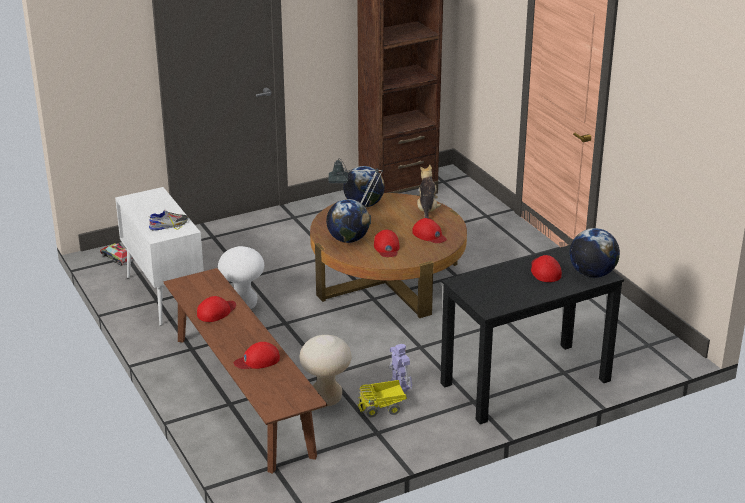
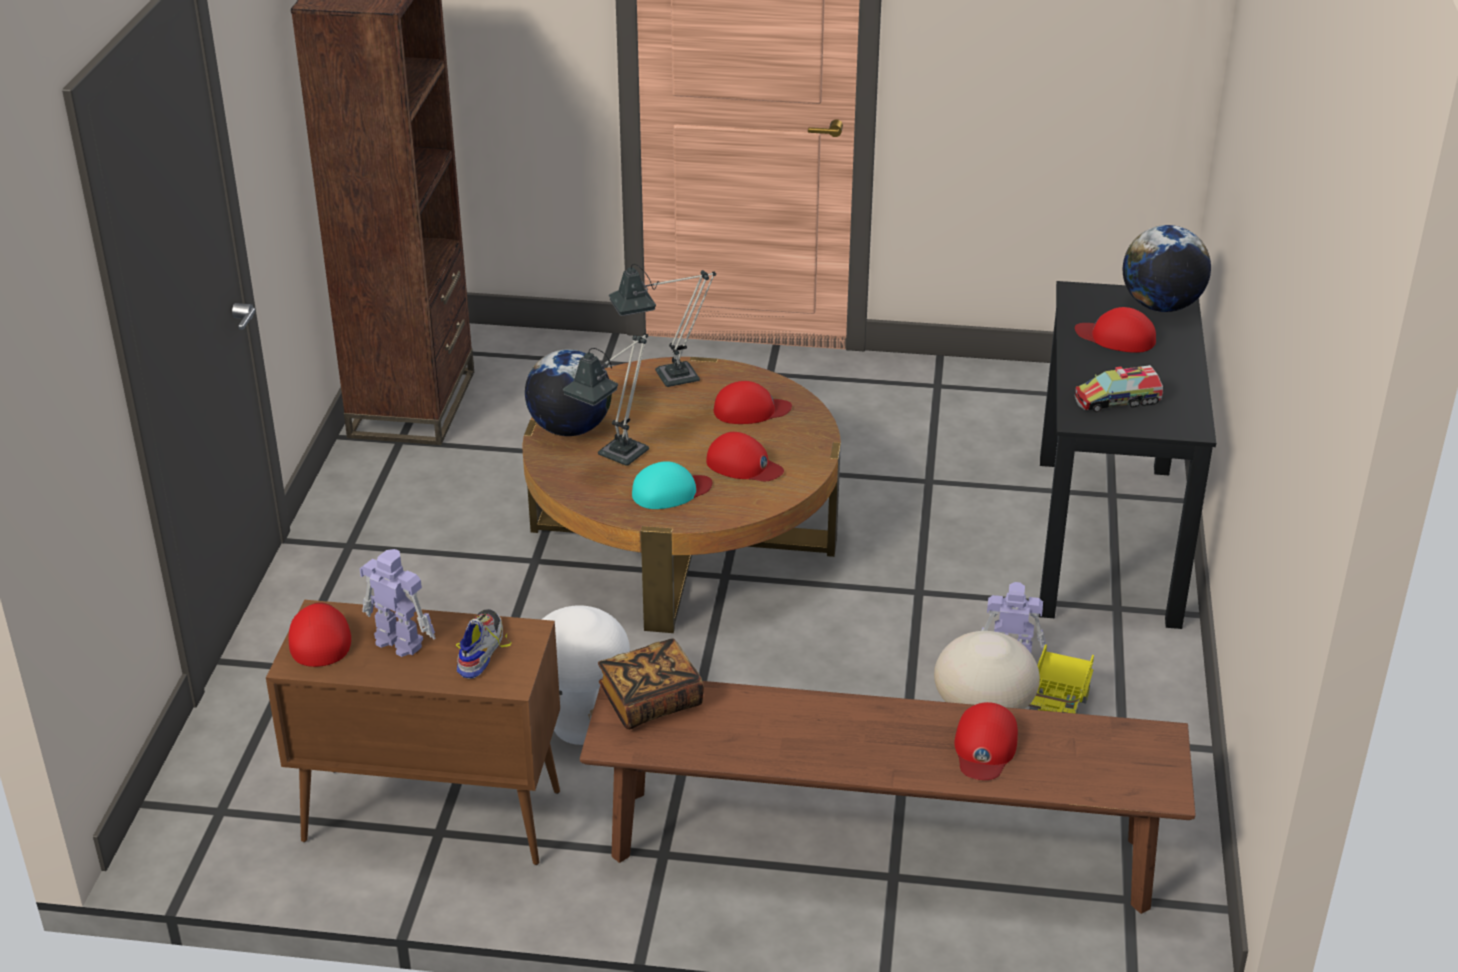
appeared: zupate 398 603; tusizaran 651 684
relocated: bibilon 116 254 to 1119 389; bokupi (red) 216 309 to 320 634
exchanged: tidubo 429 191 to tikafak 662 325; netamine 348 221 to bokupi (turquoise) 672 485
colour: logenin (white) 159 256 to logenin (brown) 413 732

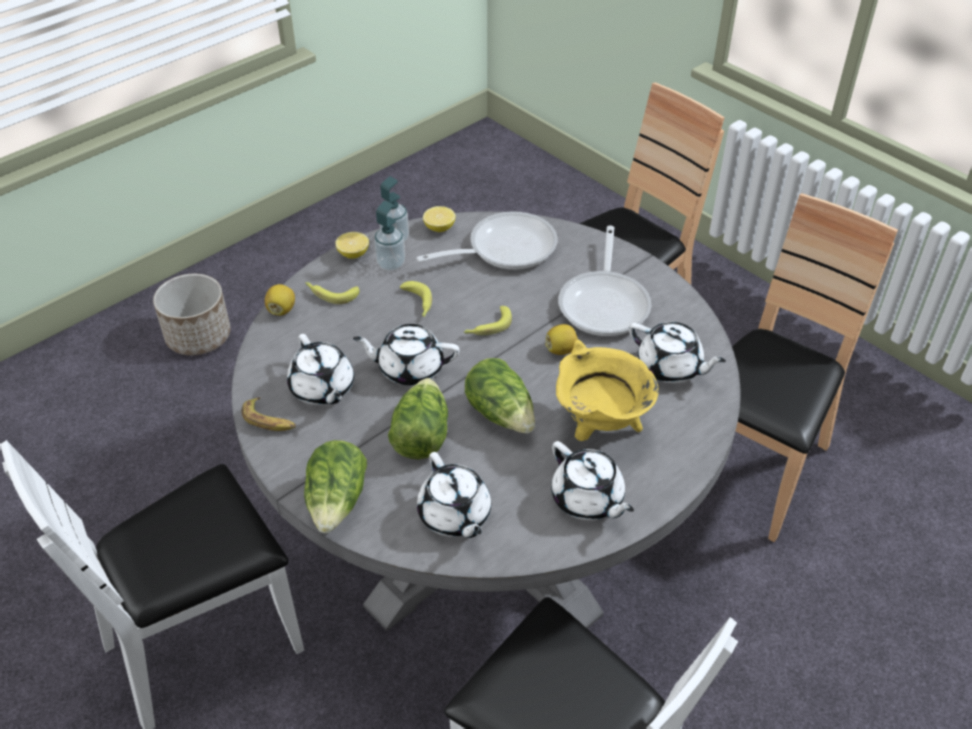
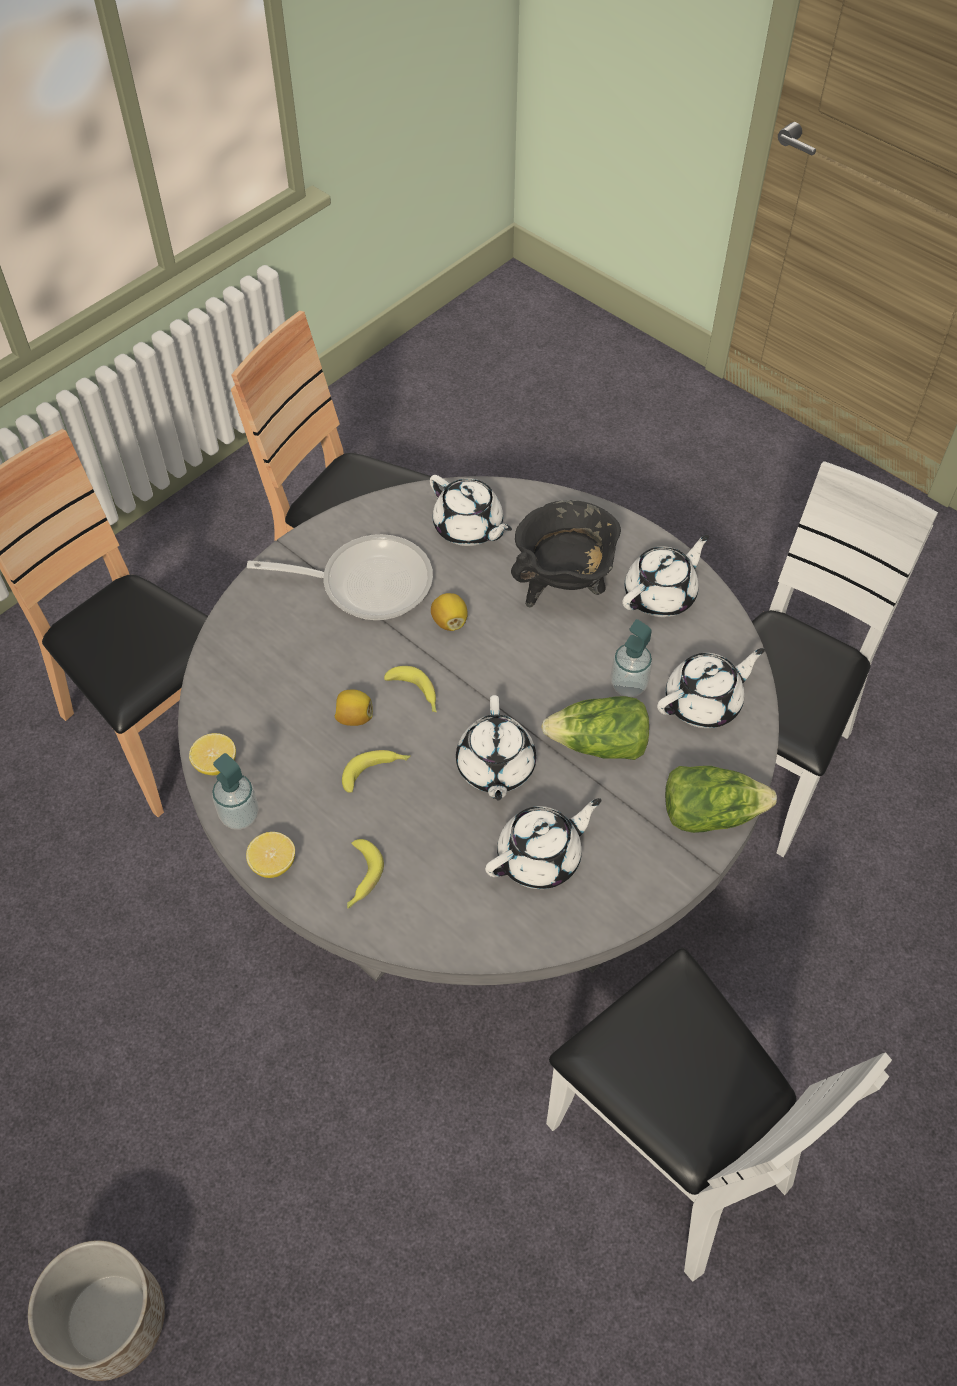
missing: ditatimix 487 240; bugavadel 500 396; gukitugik 269 414
relocated: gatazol 389 236 to 631 658; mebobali 280 300 to 354 707
colour: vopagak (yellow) 607 390 to vopagak (black) 566 554
spun: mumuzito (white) 677 352 = 471 510 105 degrees clockwise

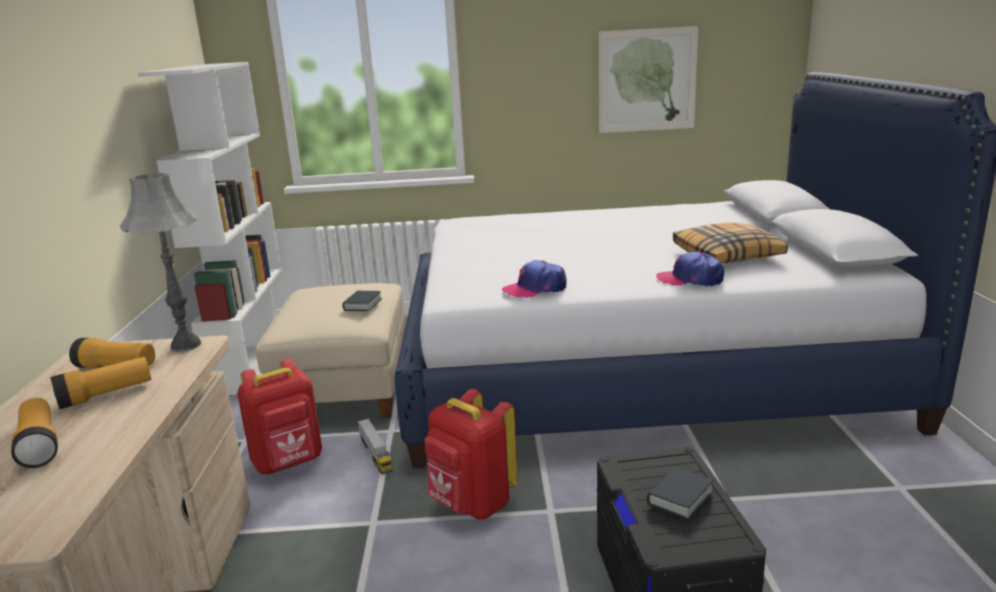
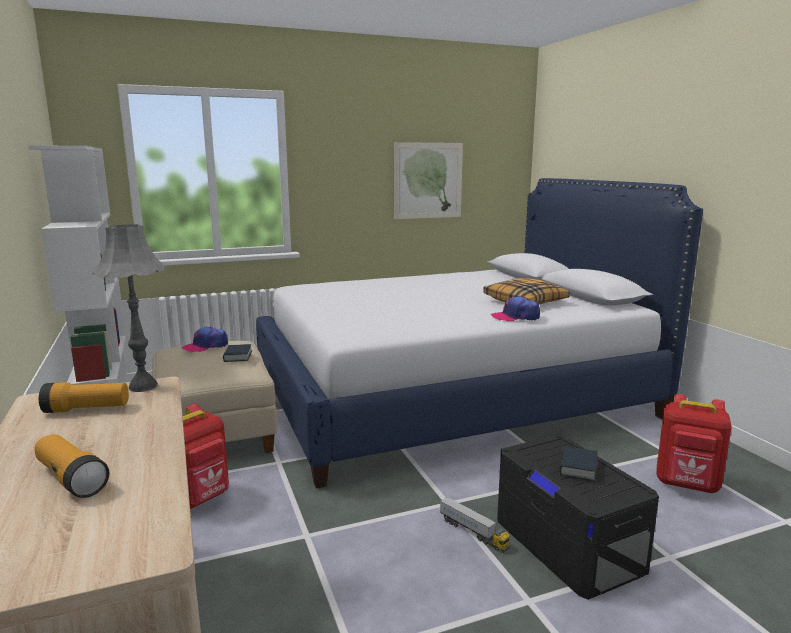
missing: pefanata 101 383
relocated: bokupi 534 279 to 204 339; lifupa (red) 471 454 to 694 443; bibilon 375 446 to 475 525

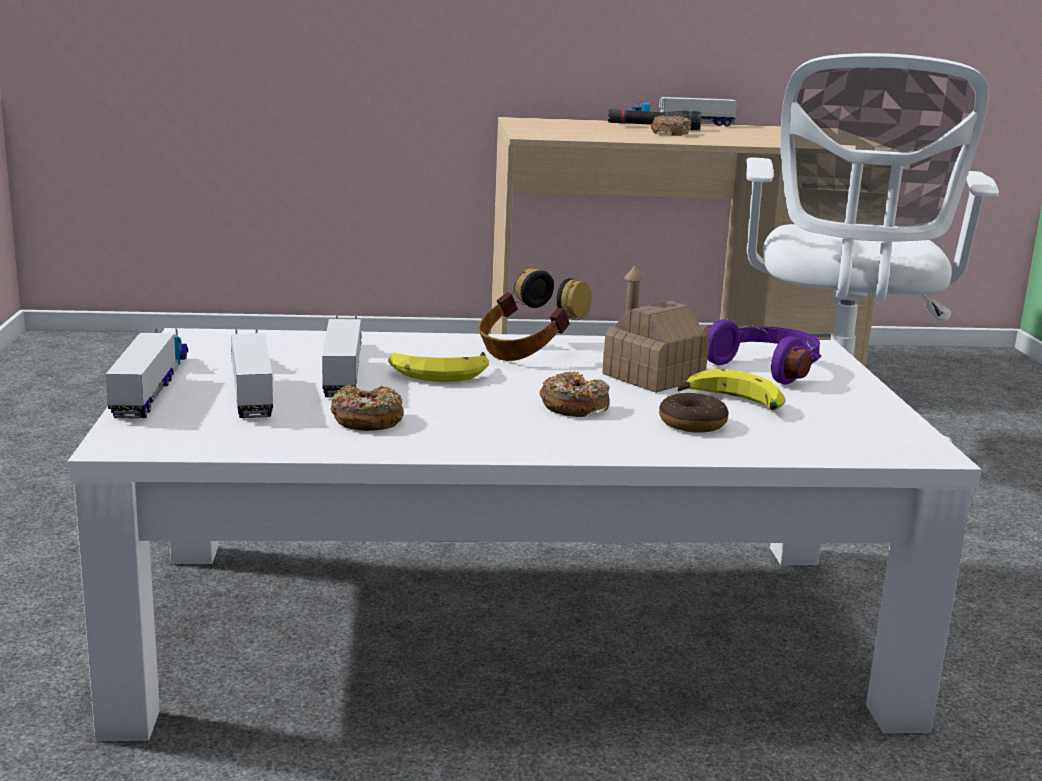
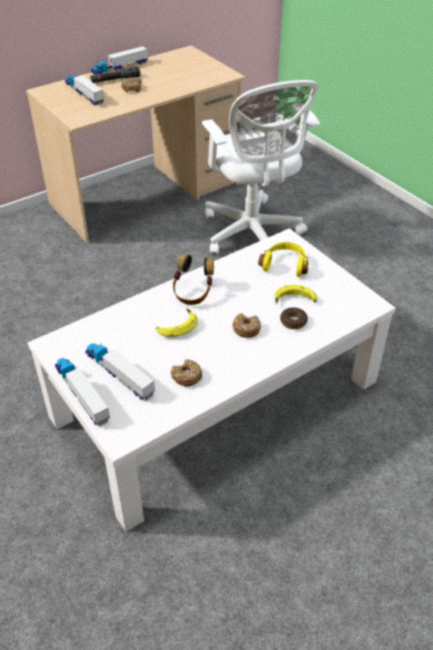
missing: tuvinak 655 329
relocated: bibilon 341 356 to 84 90
colour: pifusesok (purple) 762 352 to pifusesok (yellow) 283 259

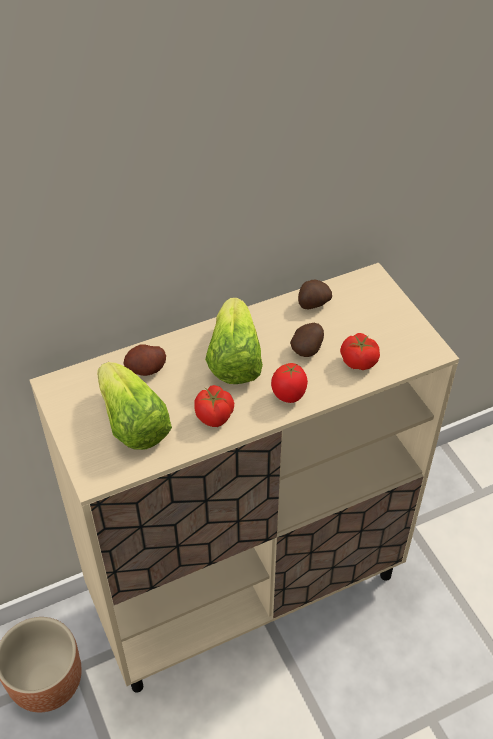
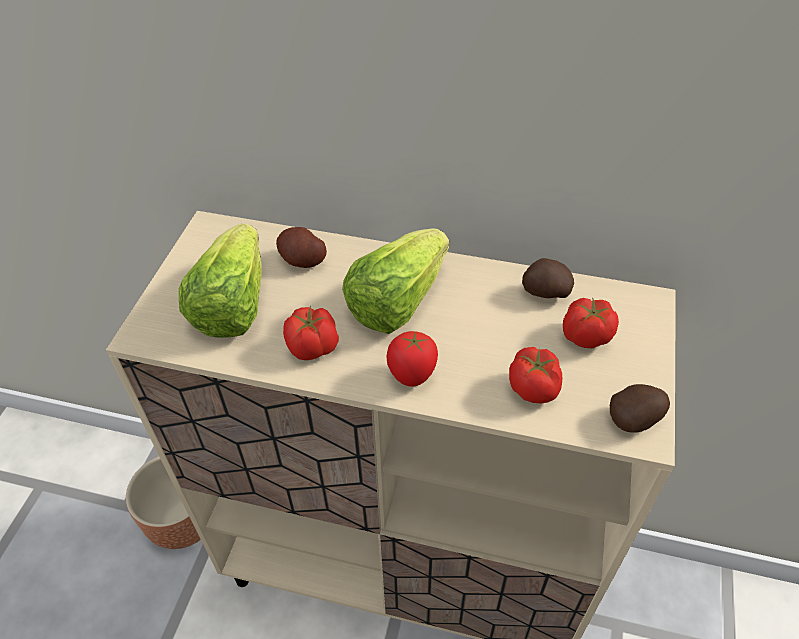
appeared: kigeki 591 322
relocated: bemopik 307 340 to 640 408

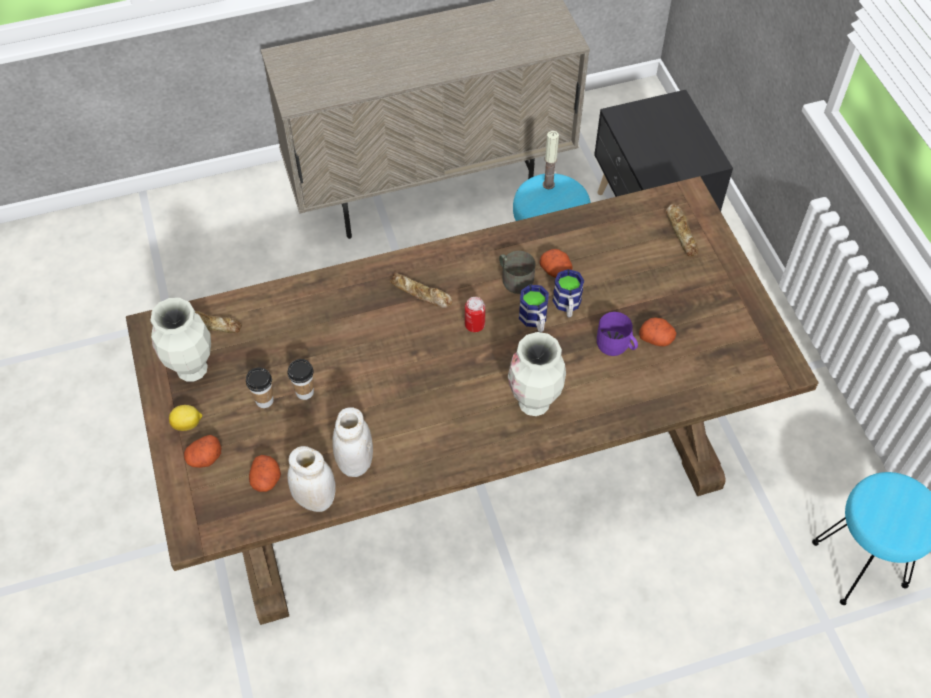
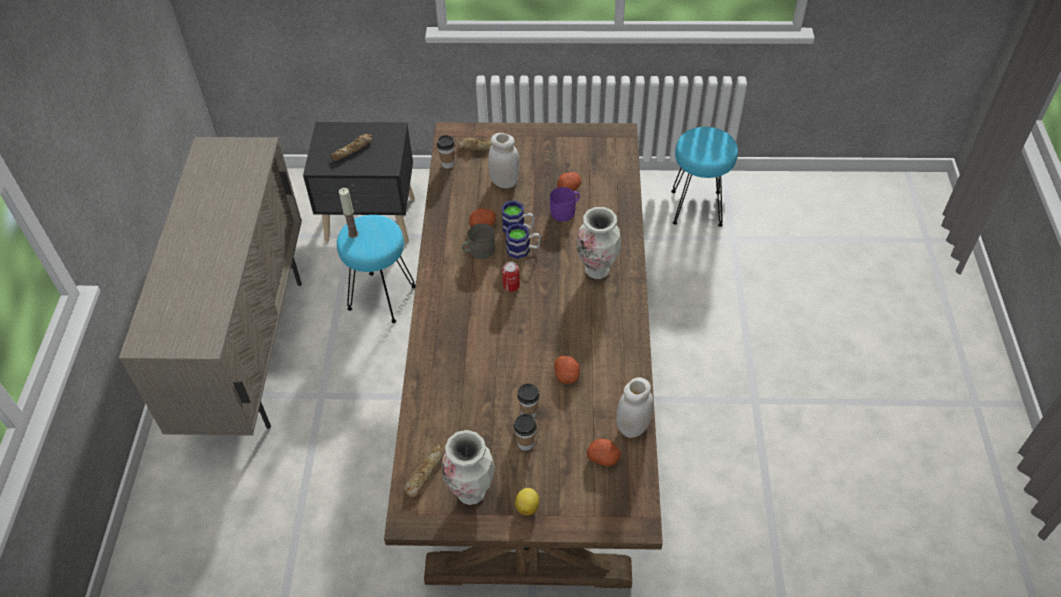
appeared: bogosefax 446 152
relocated: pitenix 421 290 to 351 147; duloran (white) 352 442 to 504 160; bemopik 202 451 to 567 370

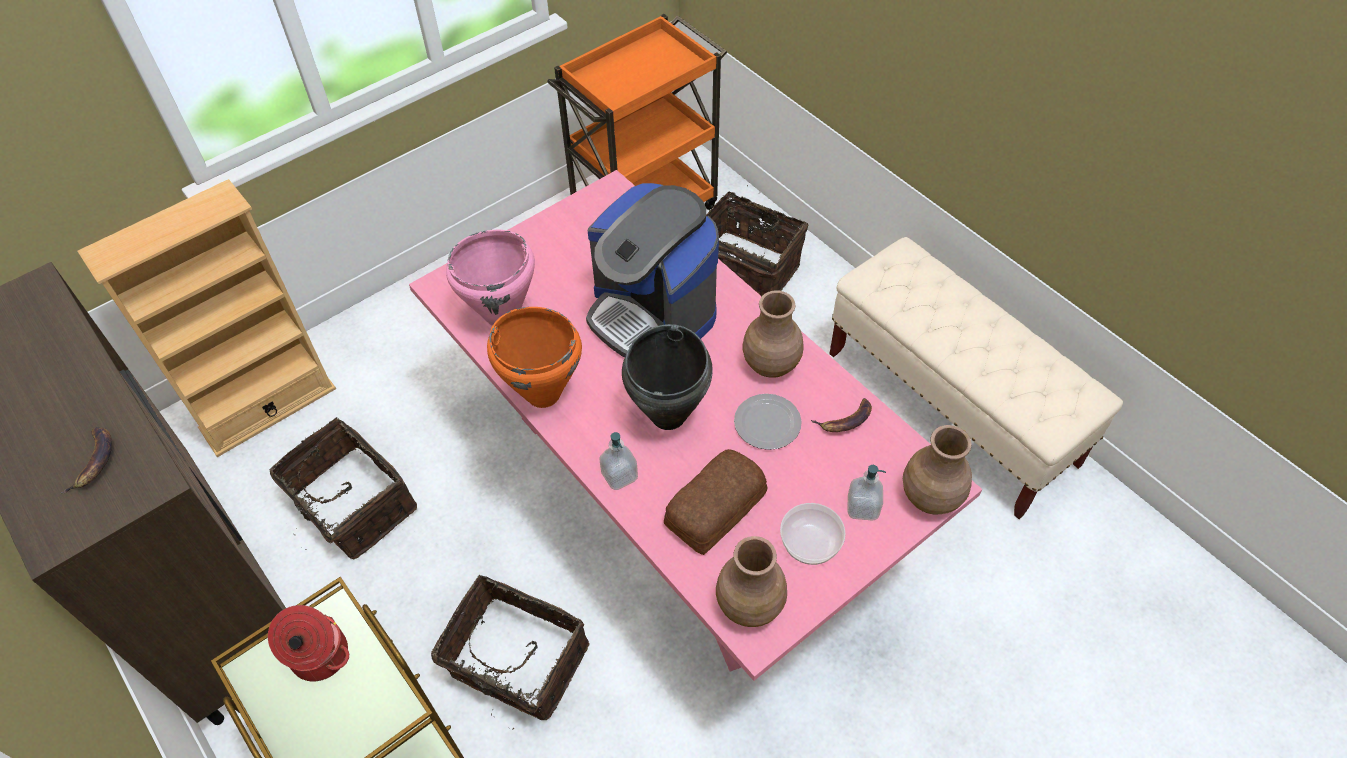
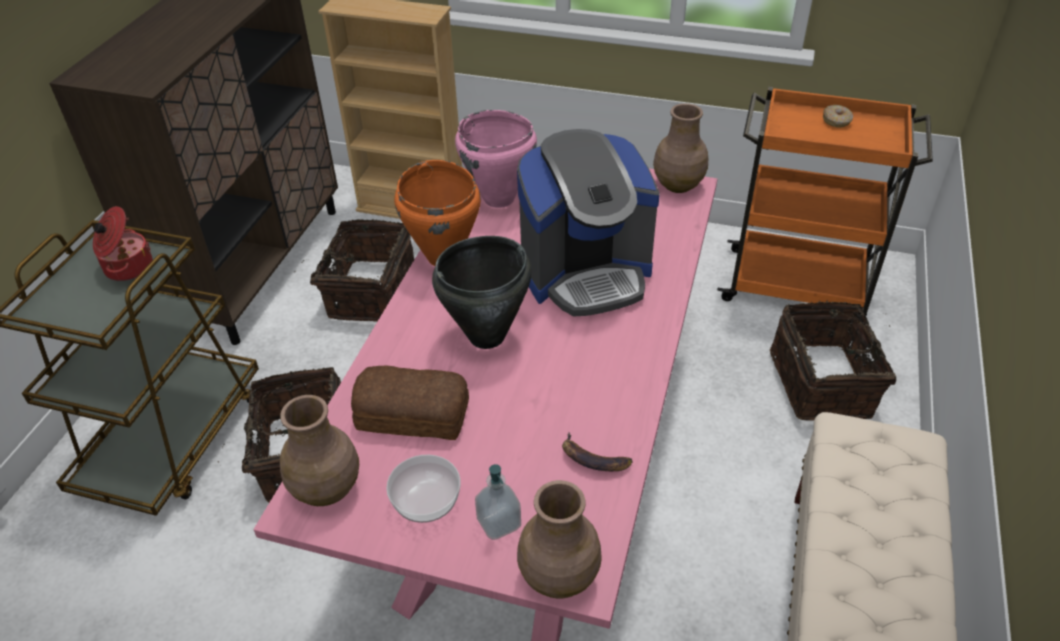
missing: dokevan 768 422; gukitugik 86 460; gatazol 618 461
appeared: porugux 838 116
relocated: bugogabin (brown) 772 334 to 680 148
spun: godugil 652 270 = 588 222 120 degrees counterclockwise

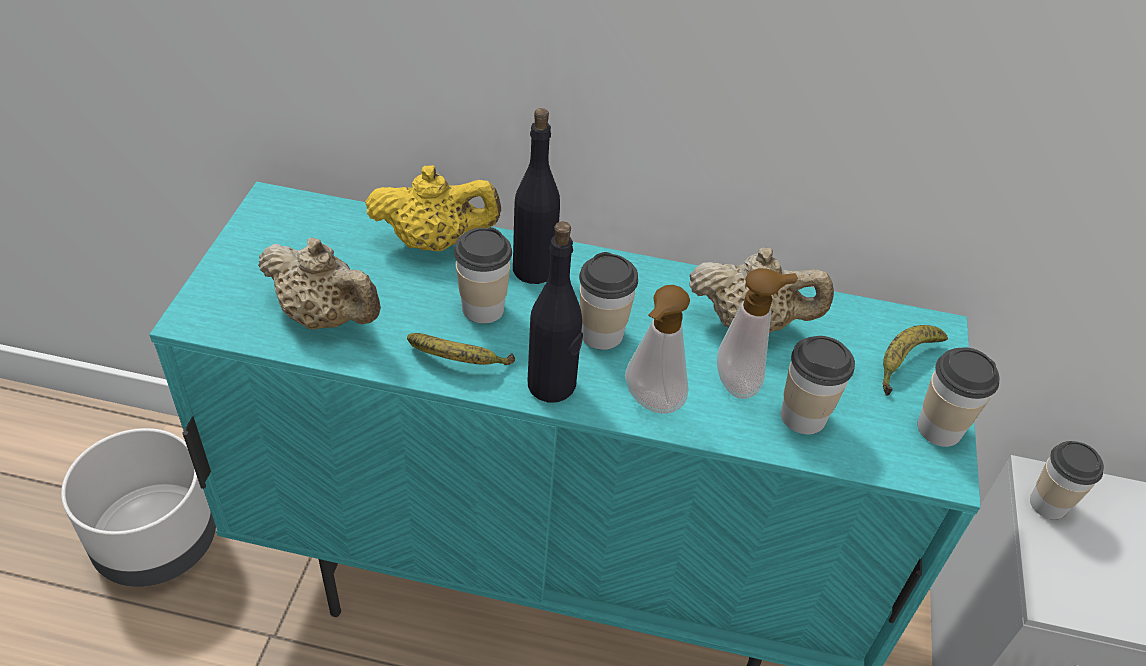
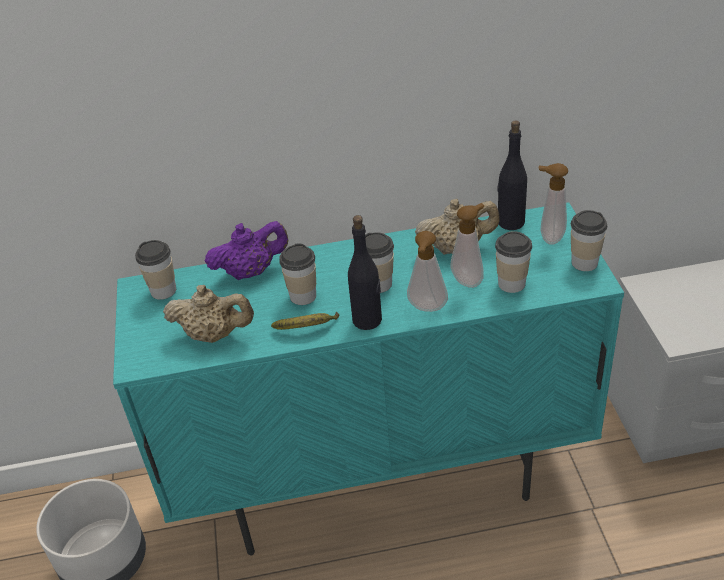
relocated: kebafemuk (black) 536 196 to 512 175; bogosefax 1067 480 to 155 270
exchanged: gukitugik 915 360 to gatazol 553 204
colour: mumuzito (yellow) 433 208 to mumuzito (purple) 246 250

